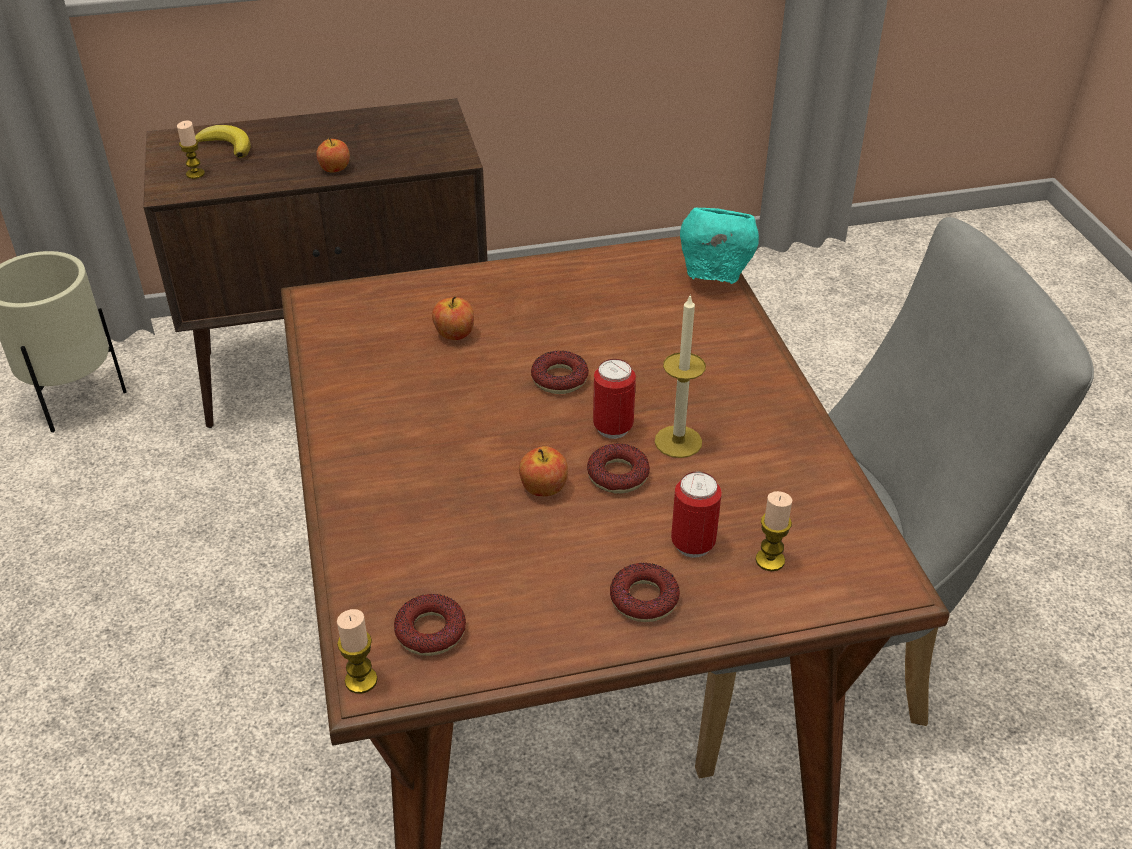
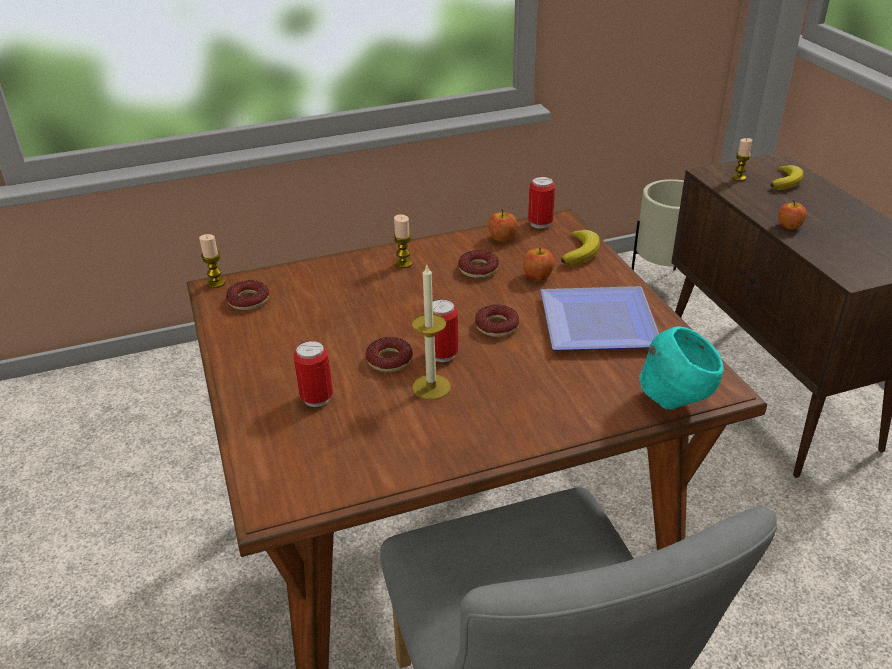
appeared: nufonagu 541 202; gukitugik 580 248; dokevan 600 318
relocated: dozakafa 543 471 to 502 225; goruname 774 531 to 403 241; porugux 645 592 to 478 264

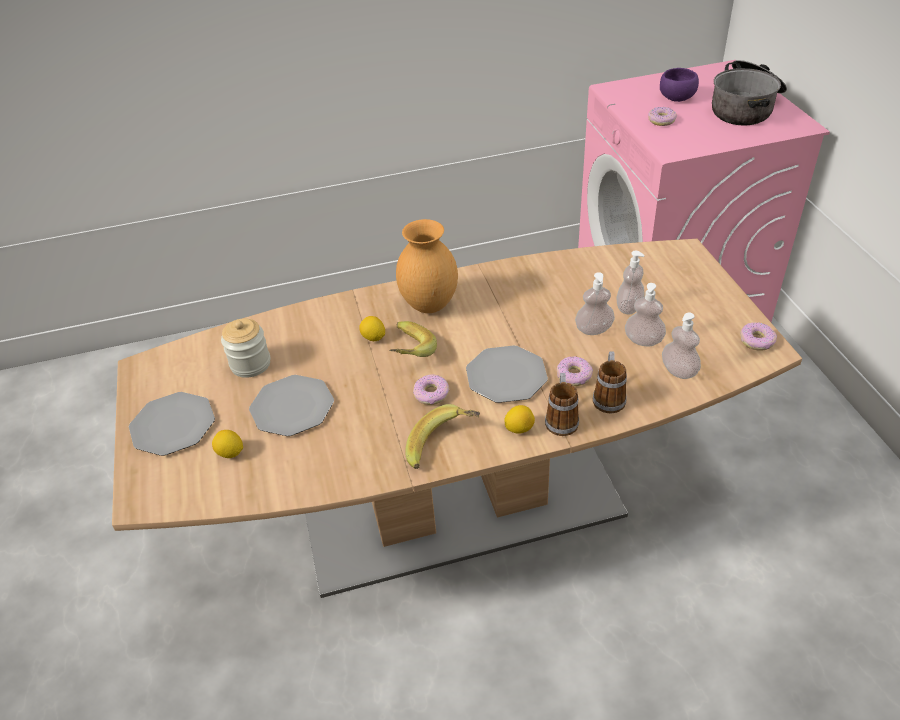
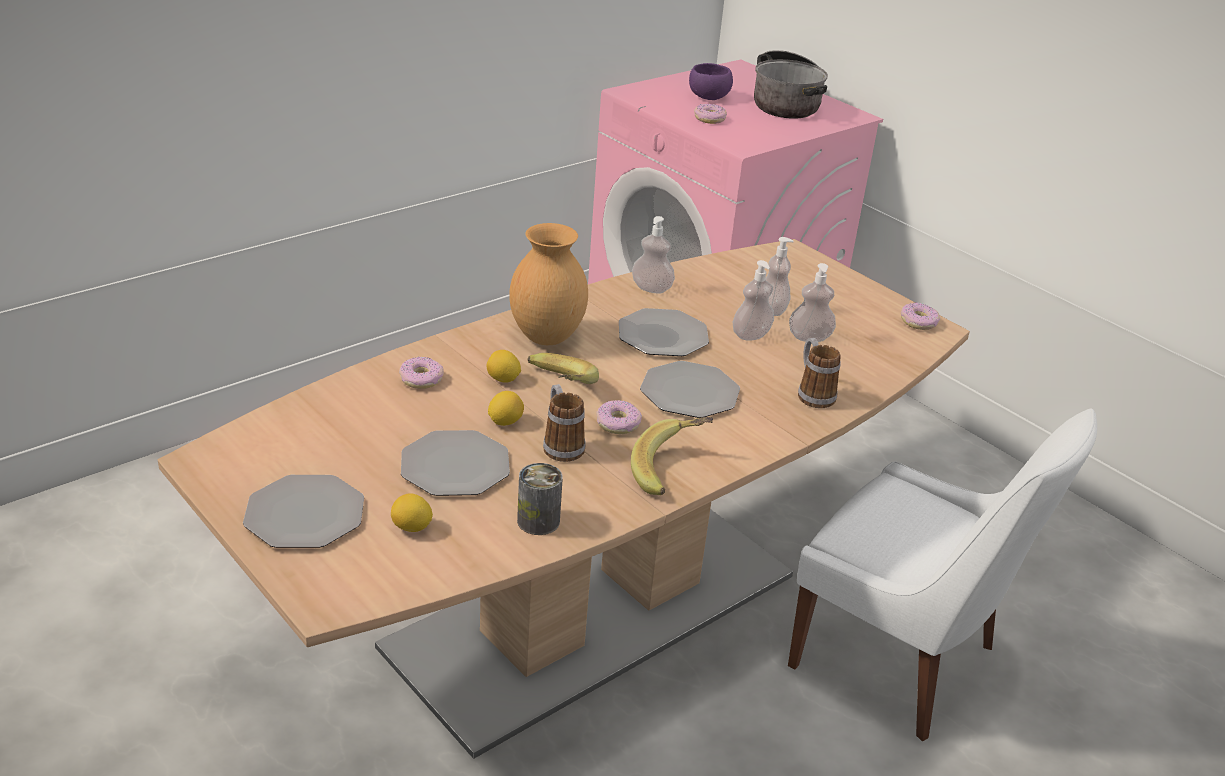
missing: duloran 245 348
appeared: dokevan 664 332; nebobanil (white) 942 574; nufonagu 540 499
relocated: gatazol 681 346 to 653 255; porugux 575 371 to 421 373; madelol 562 404 to 564 423; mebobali 519 419 to 506 408

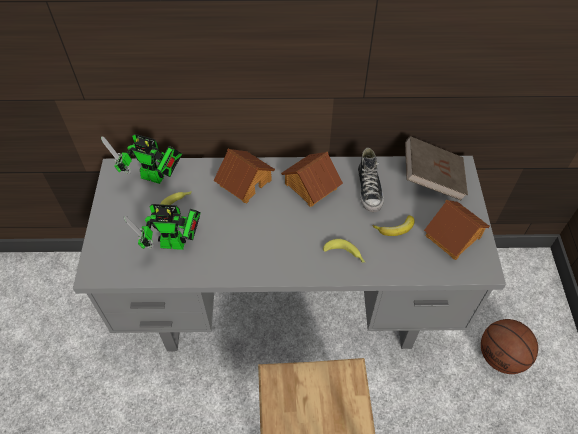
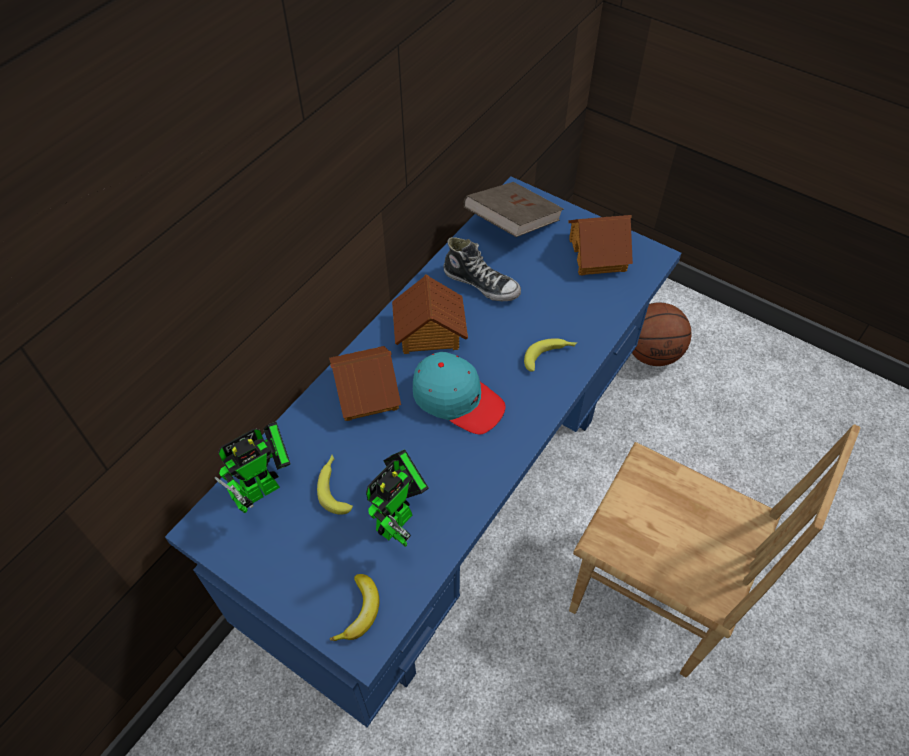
appeared: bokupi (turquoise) 459 393
relocated: gukitugik 393 225 to 355 607
colour: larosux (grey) 289 253 to larosux (blue) 423 452

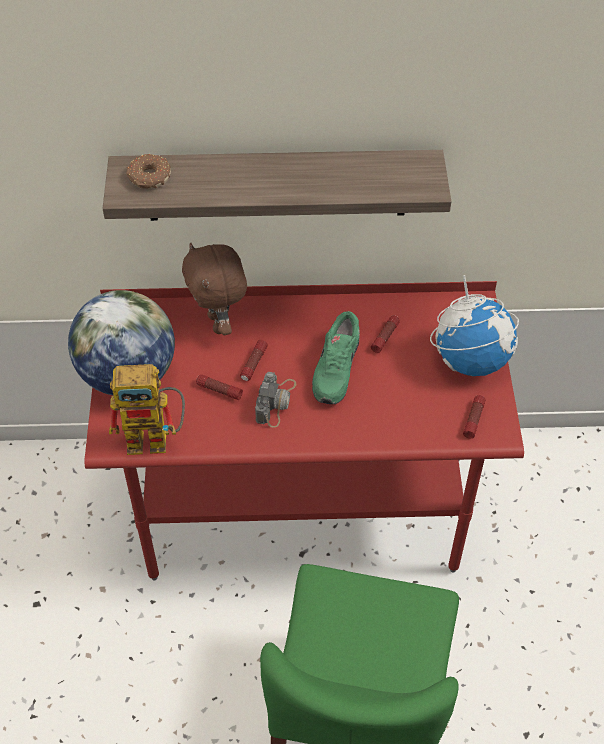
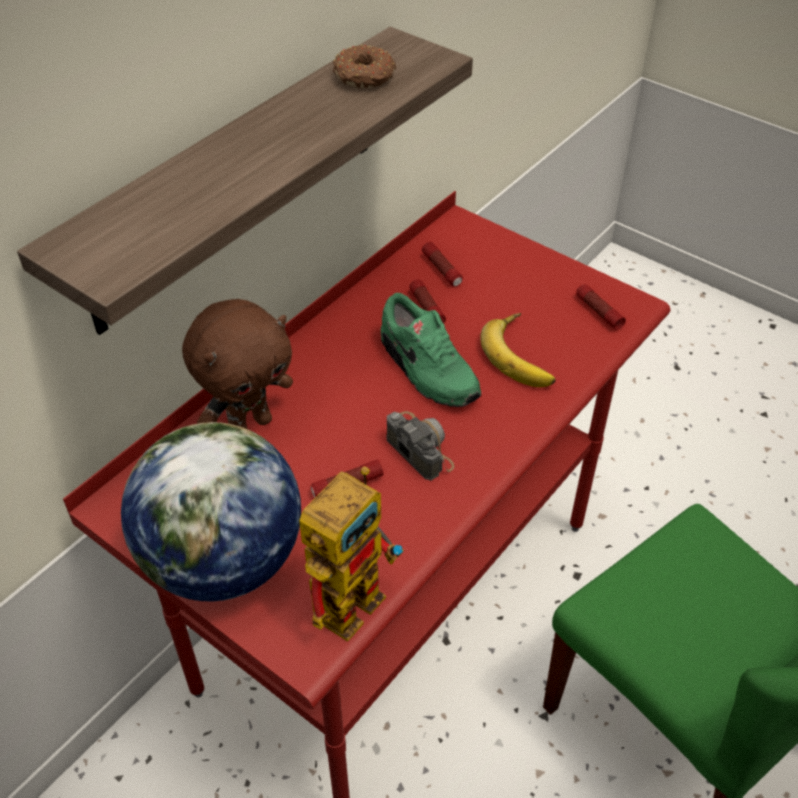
missing: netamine 474 325
appeared: gukitugik 517 350
relocated: porugux 148 171 to 364 66; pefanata 254 360 to 442 264
spun: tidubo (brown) 214 289 = 237 364 60 degrees counterclockwise

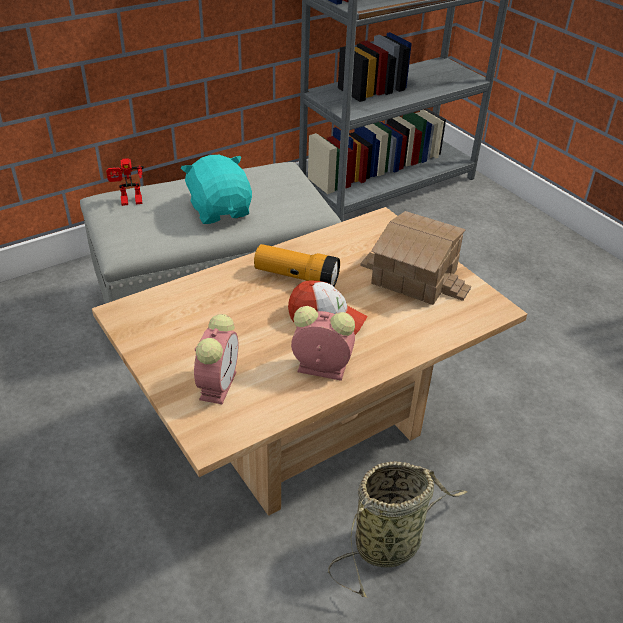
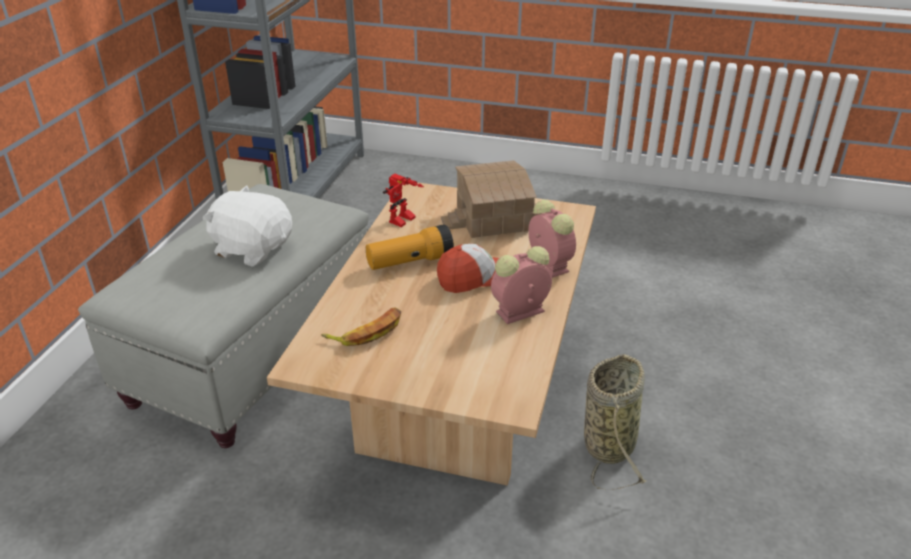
appeared: gukitugik 361 327
relocated: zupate 125 182 to 403 200; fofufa 216 359 to 552 239
colour: tidubo (turquoise) 216 189 to tidubo (white) 247 226

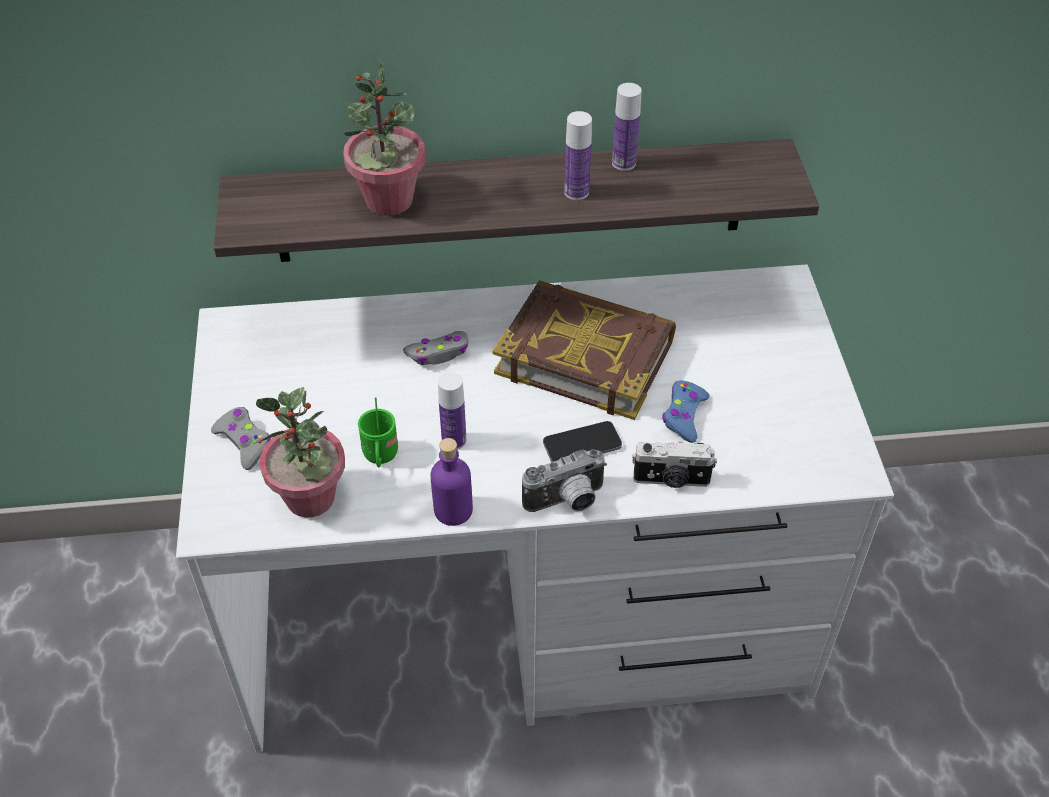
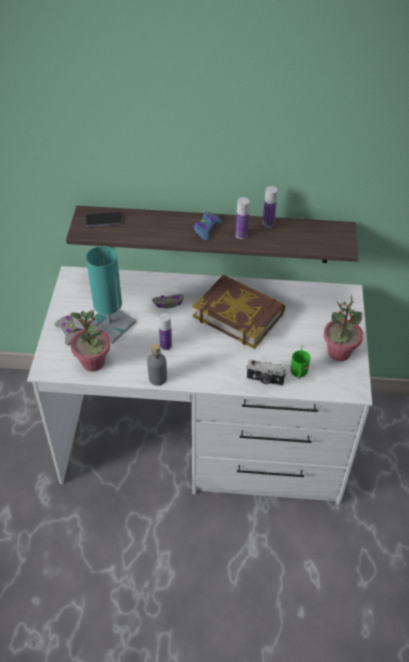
missing: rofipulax 564 480
appeared: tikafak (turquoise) 111 295
relocated: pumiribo 384 136 to 343 327; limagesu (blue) 686 411 to 207 226; madelol (green) 378 432 to 300 362; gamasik 582 442 to 103 219
colour: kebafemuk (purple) 452 482 to kebafemuk (grey) 157 364

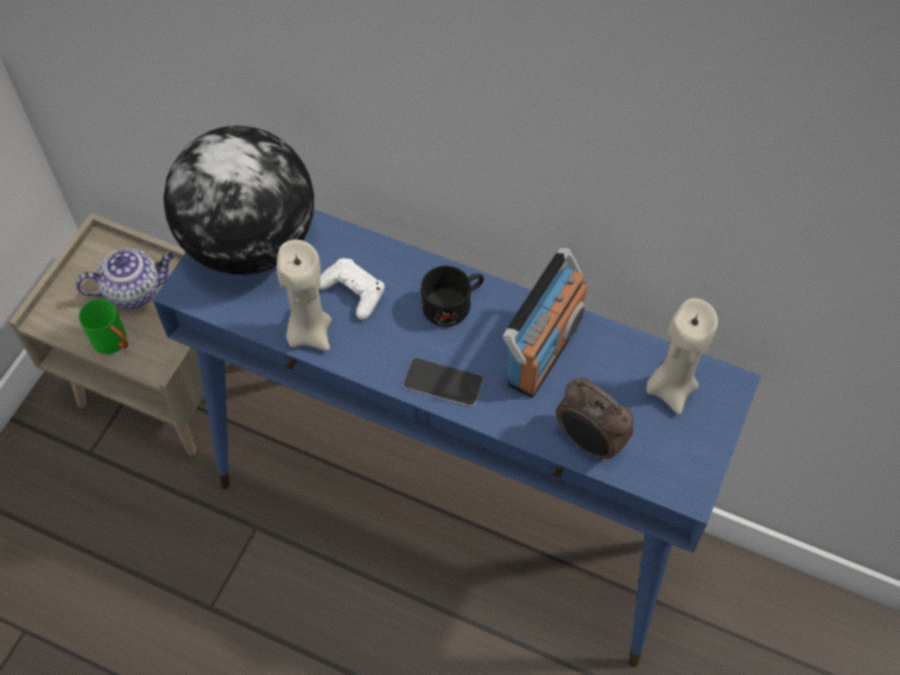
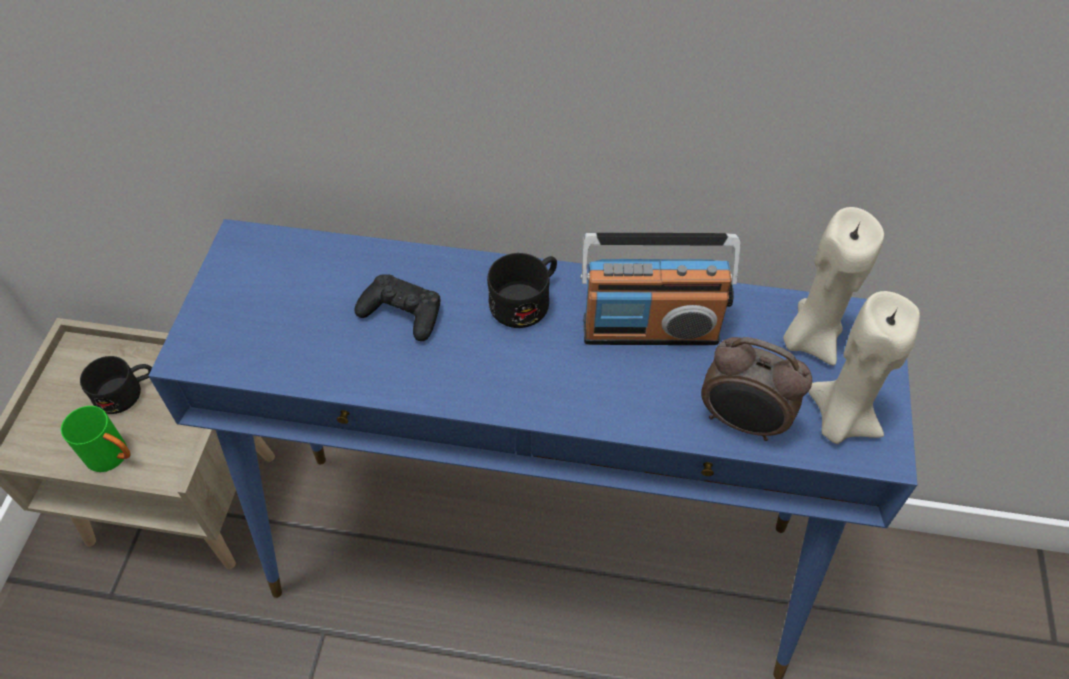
missing: netamine 238 200; gamasik 443 382
relocated: goruname (beige) 304 295 to 864 367
exchanged: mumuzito 125 278 to madelol (black) 116 385
colour: limagesu (white) 352 289 to limagesu (black) 397 307
spun: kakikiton 545 323 = 660 289 75 degrees clockwise

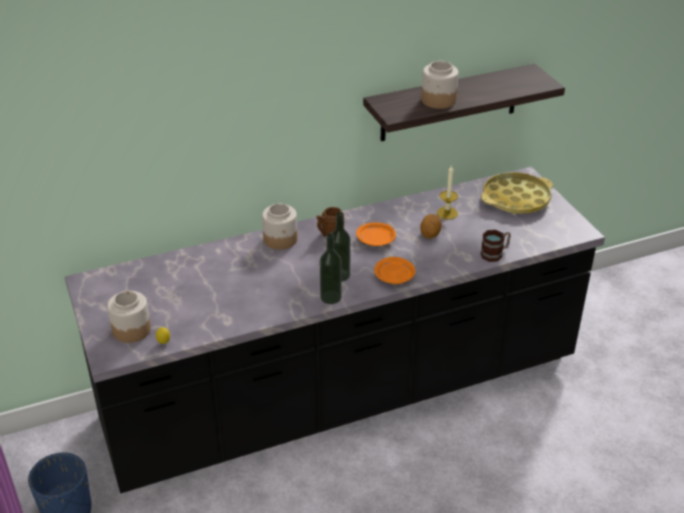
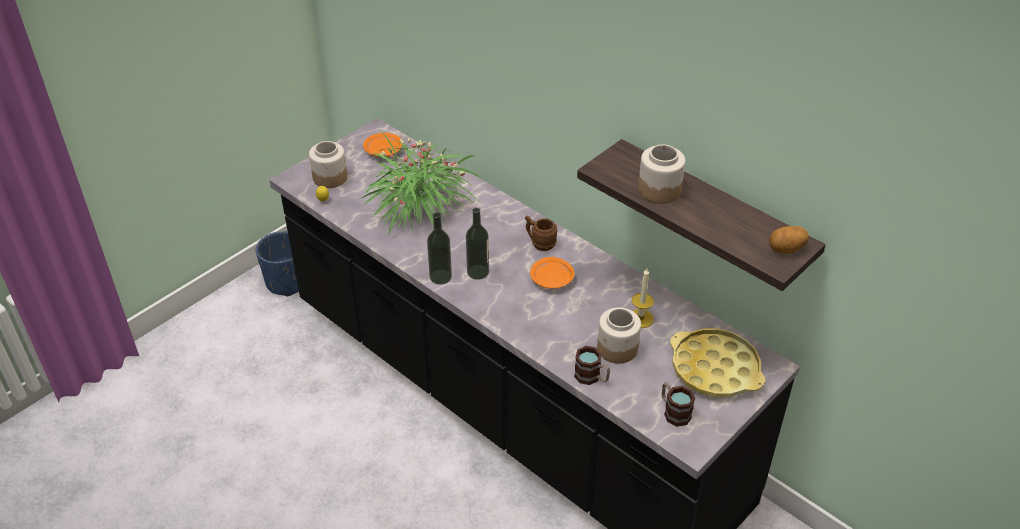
appeared: pumiribo 421 184; madelol 678 404
relocated: duloran 280 226 to 619 336; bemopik 431 226 to 789 240; dokevan (orange) 394 270 to 382 145

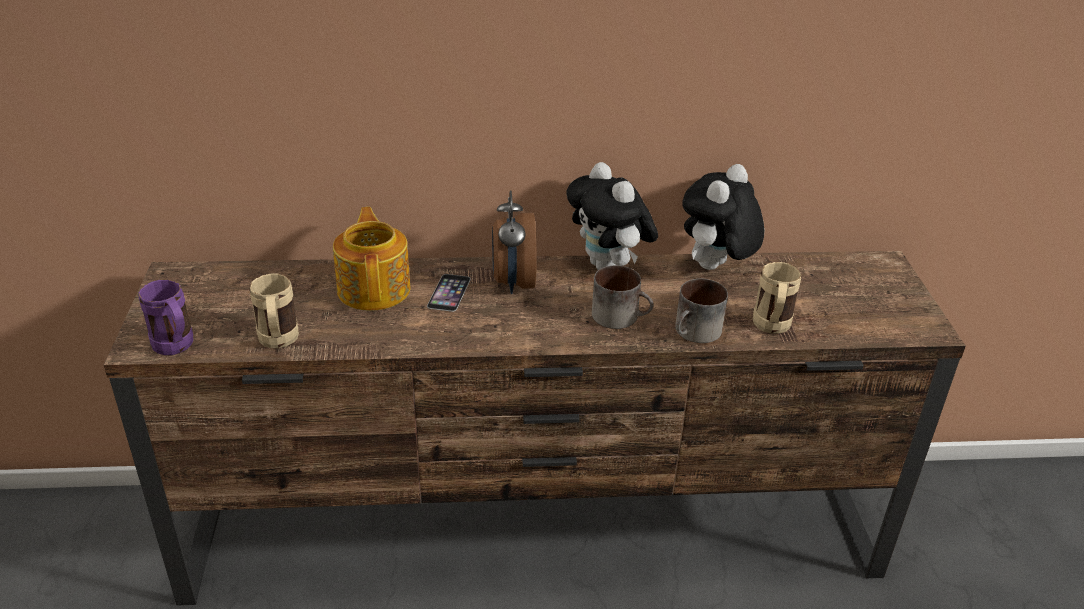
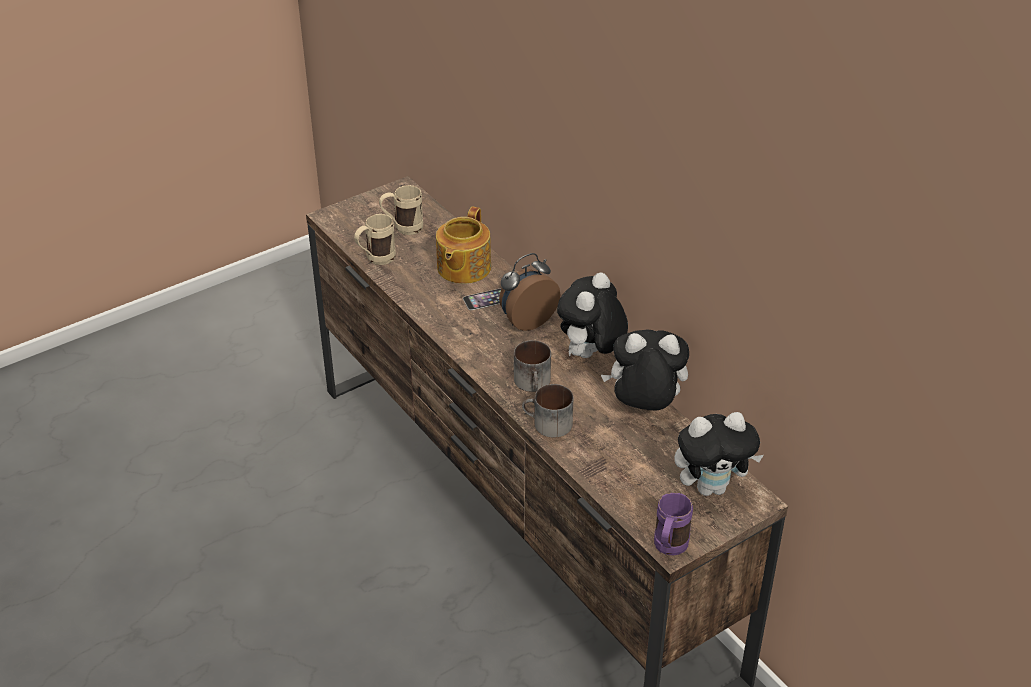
appeared: tidubo 719 454
relocated: madelol (beige) 777 298 to 401 210; madelol (purple) 166 317 to 673 523
spun: mumuzito 371 259 = 463 245 150 degrees clockwise

